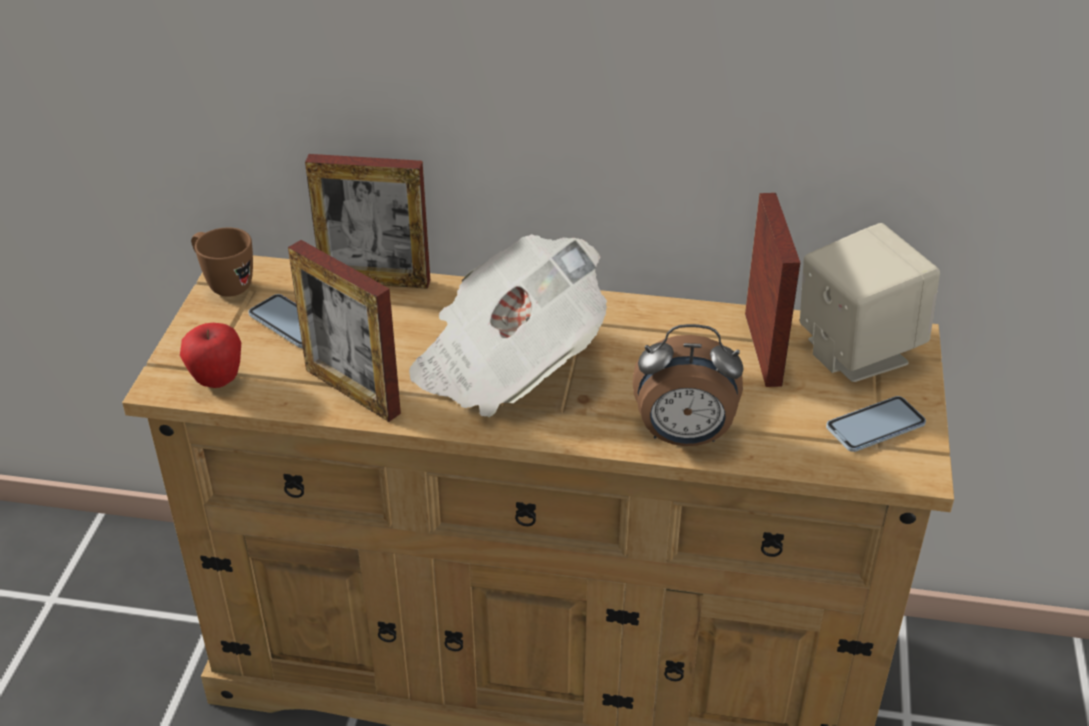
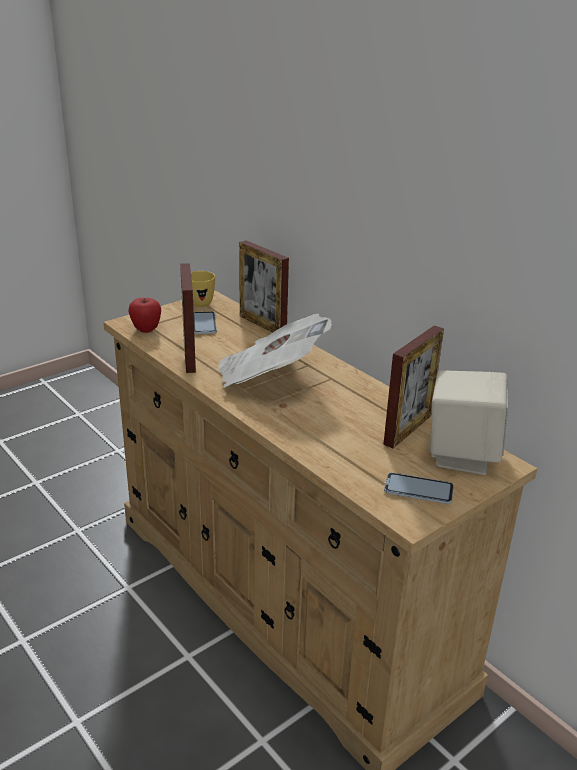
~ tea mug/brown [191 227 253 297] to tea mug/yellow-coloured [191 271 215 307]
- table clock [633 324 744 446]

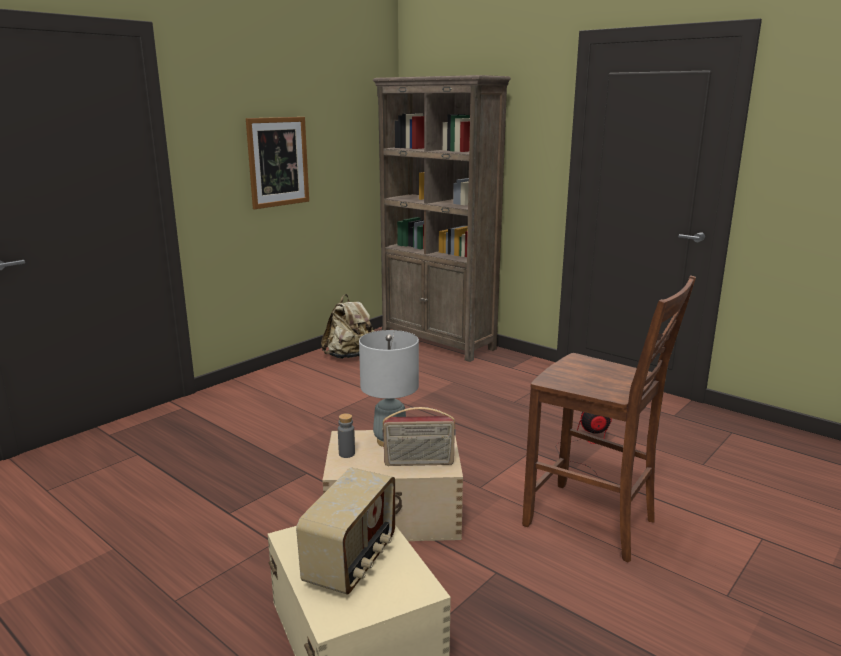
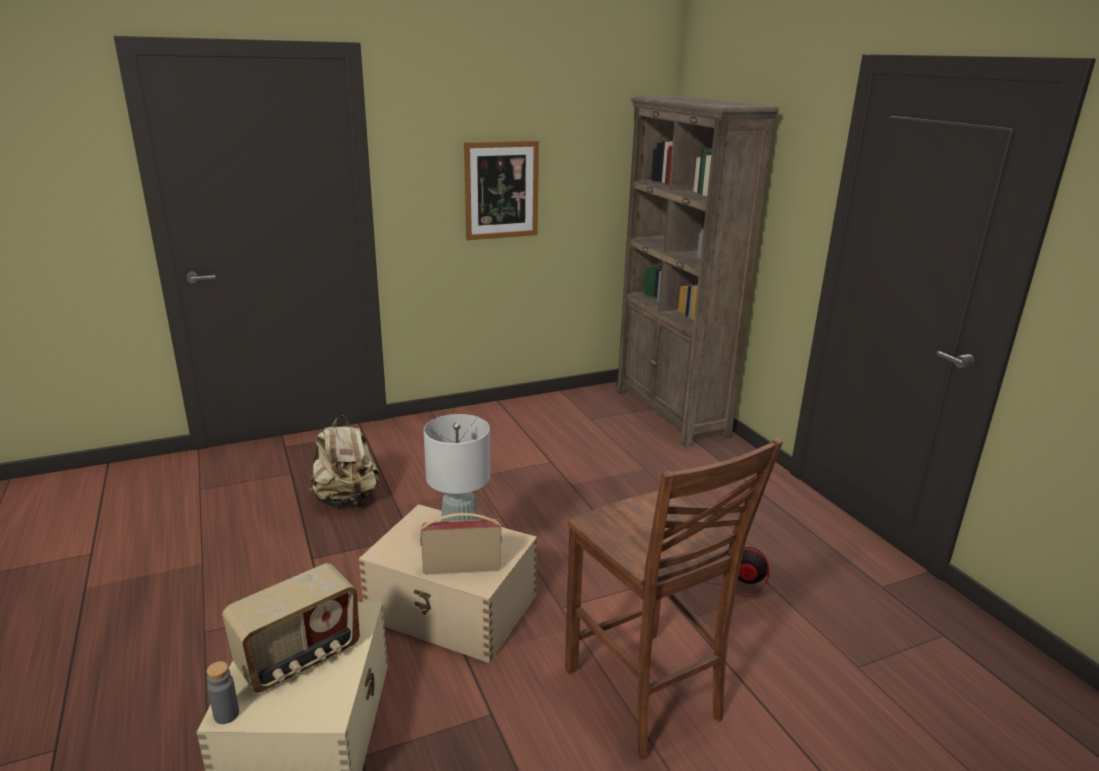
~ backpack/sand-coloured [321 294 375 359] to [307 415 380 507]
~ drink bottle/grey [338 413 355 458] to [207 661 239 724]
~ radio set [382 407 456 466] = [420 513 502 575] 150 degrees clockwise

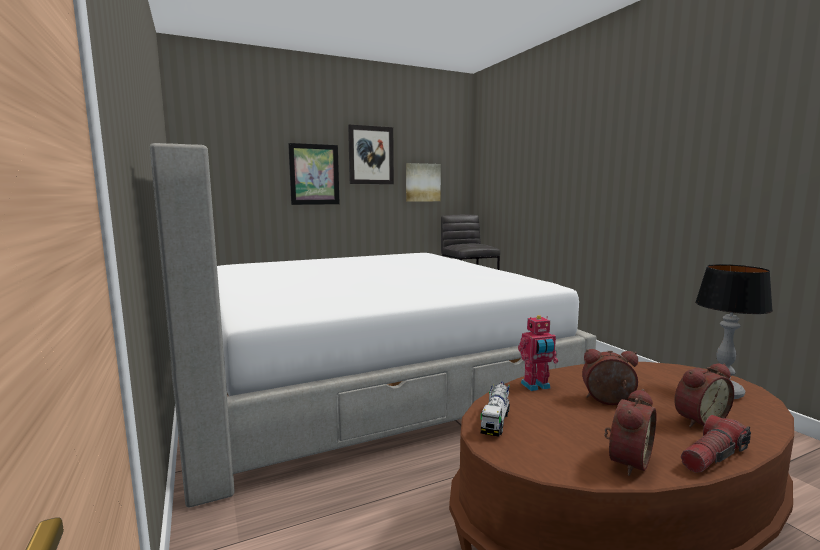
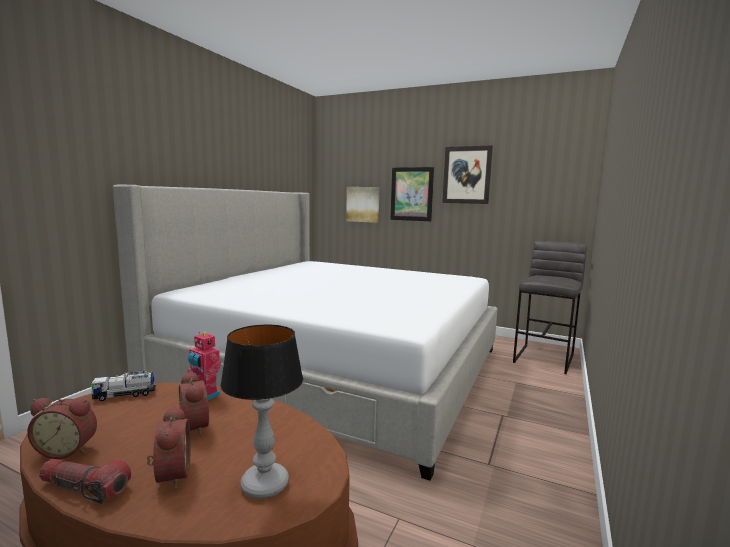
~ picture [406 163 441 202] to [346 187 380 223]
~ table clock [674 363 734 428] = [147 406 191 489] 135 degrees counterclockwise

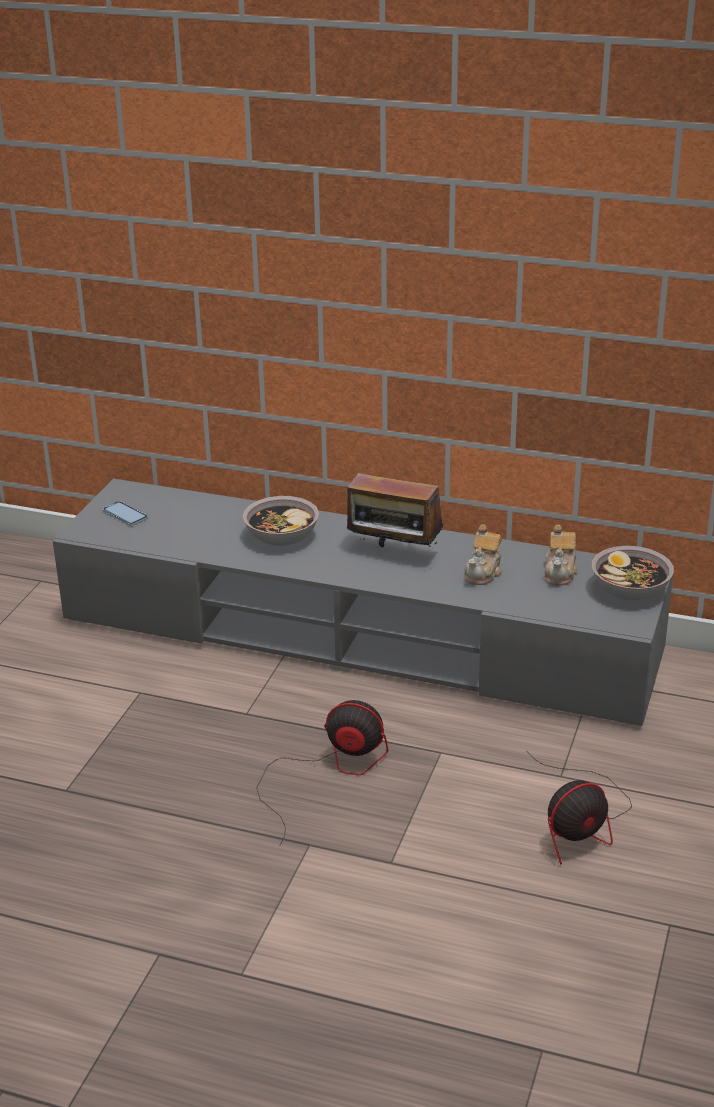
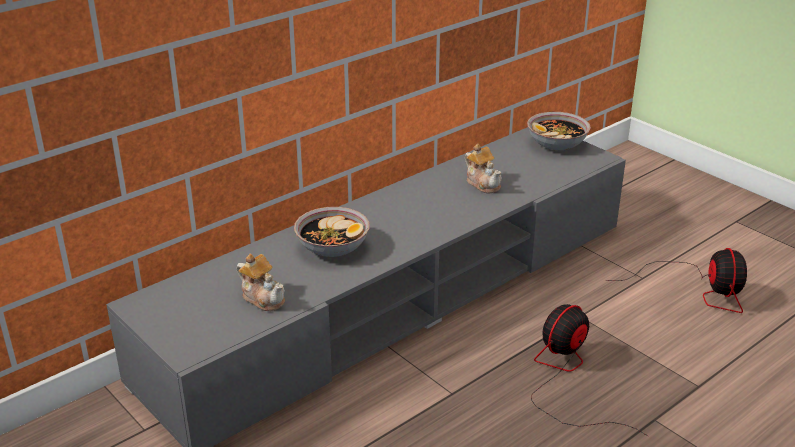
- telephone [103 501 148 526]
- radio set [347 468 443 547]
~ tea pot [544 525 578 586] to [237 254 285 311]

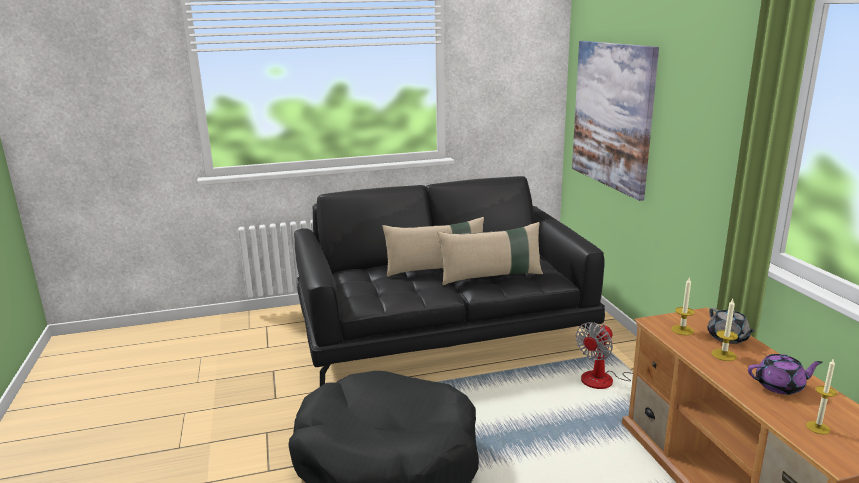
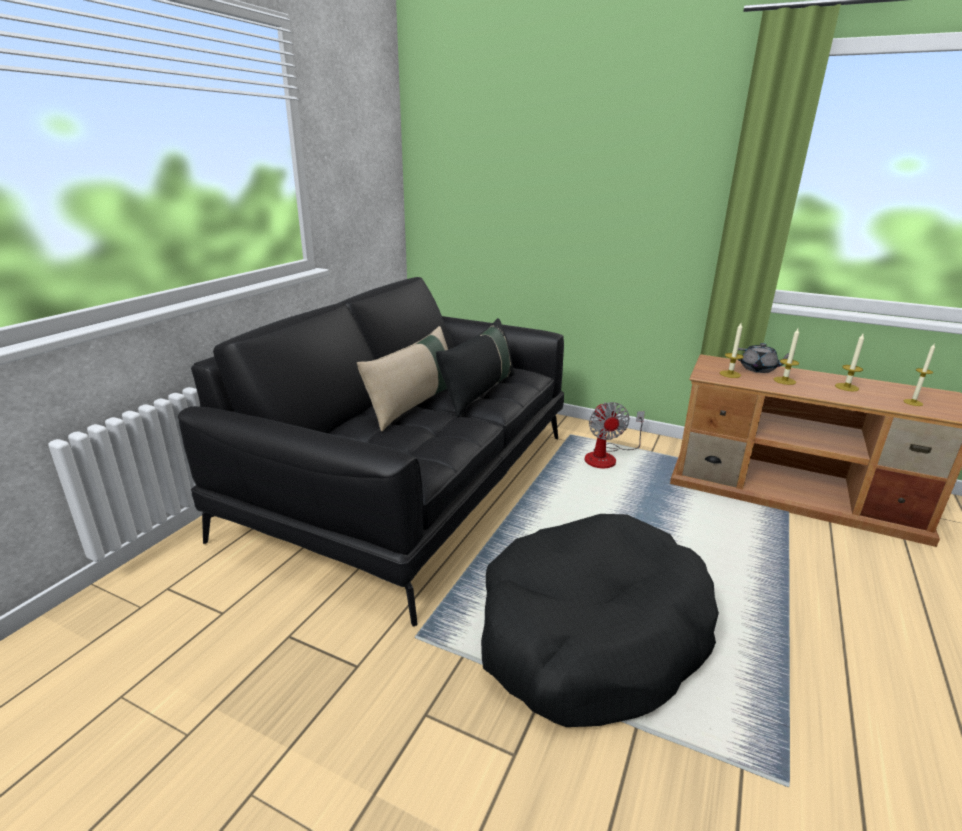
~ cushion/sand-coloured [437 222 543 285] to cushion/black [436 318 514 417]
- picture [572 41 659 201]
~ tea pot/purplish [748 354 823 395] to candle [835 334 864 391]

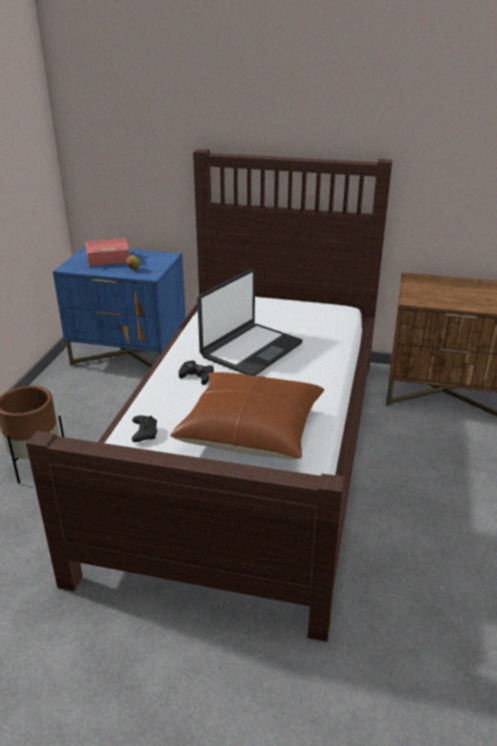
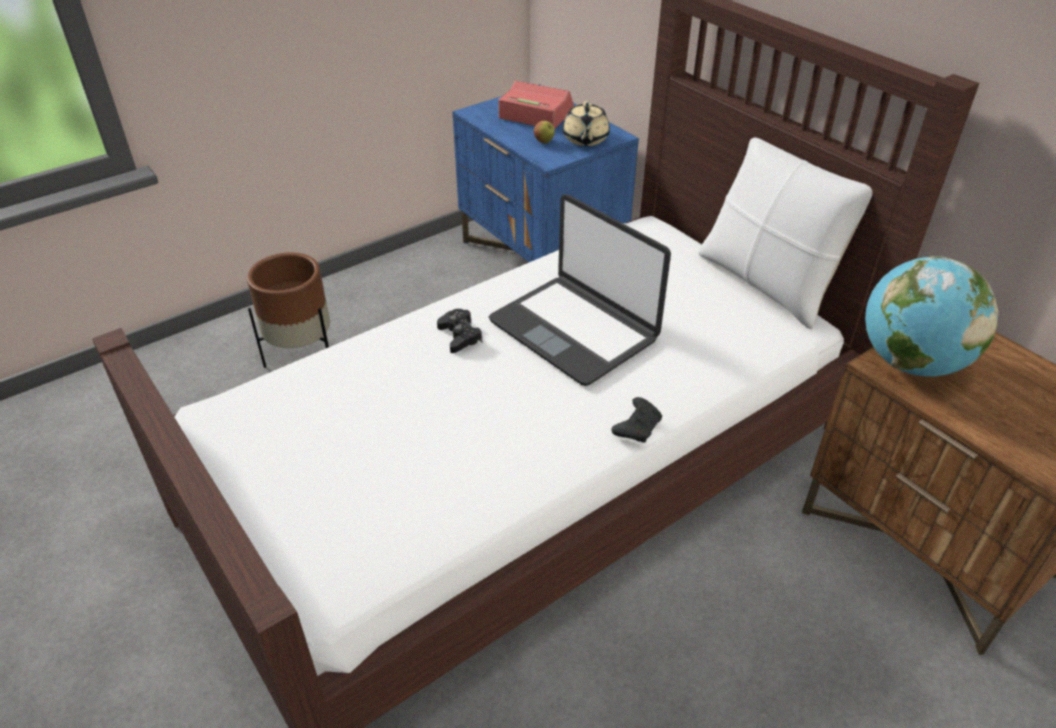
~ gamepad/black [132 415 157 442] to [611 397 662 443]
- cushion/brown [170 372 324 460]
~ notebook computer [197 269 303 376] = [489 194 671 386] 60 degrees clockwise
+ tea pot/sand-coloured [562 101 610 146]
+ cushion/white [698 138 872 329]
+ world globe [865 256 998 377]

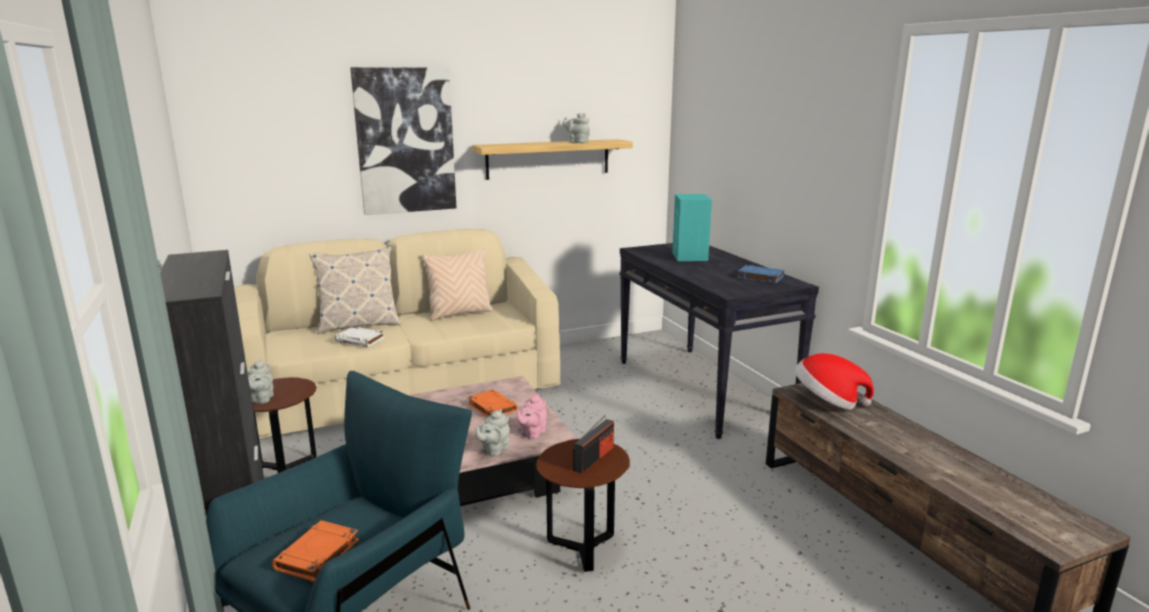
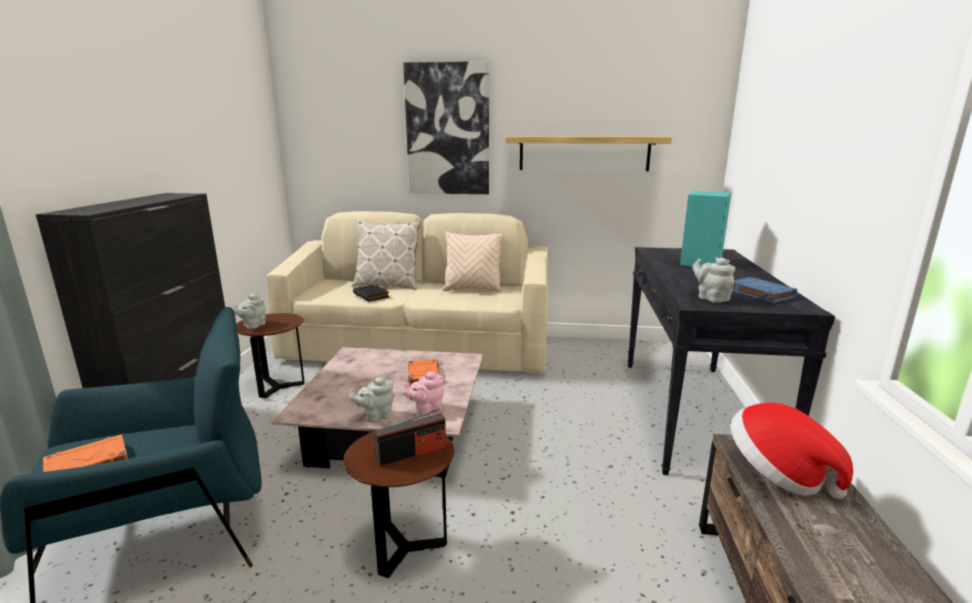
~ book/white [335 327 385 347] to book/black [353 284 390 302]
~ tea pot/grey [562 113 590 143] to [693 257 735 303]

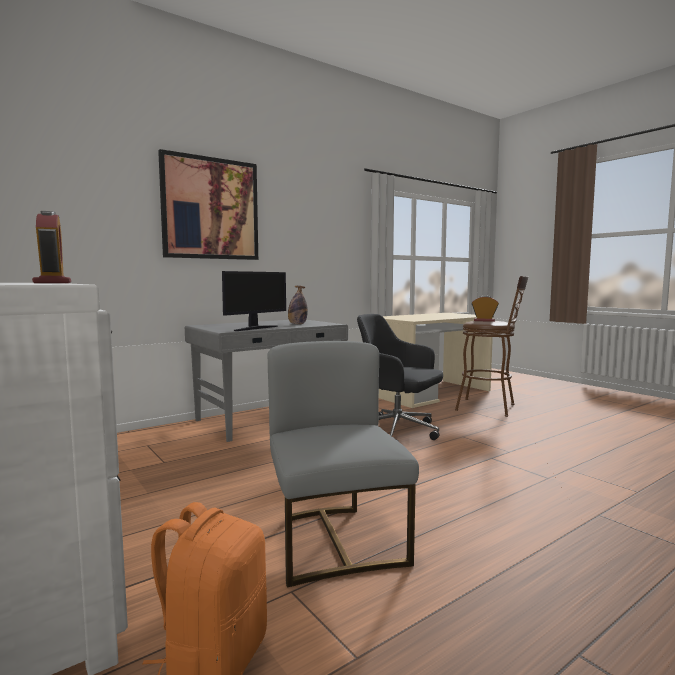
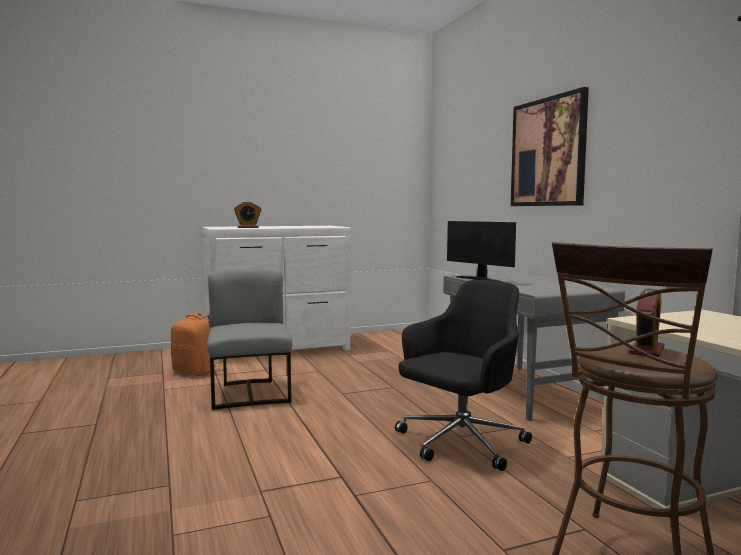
~ plain chair/grey [267 341 419 587] = [207 269 293 410] 105 degrees counterclockwise
- drink bottle [288 286 308 324]

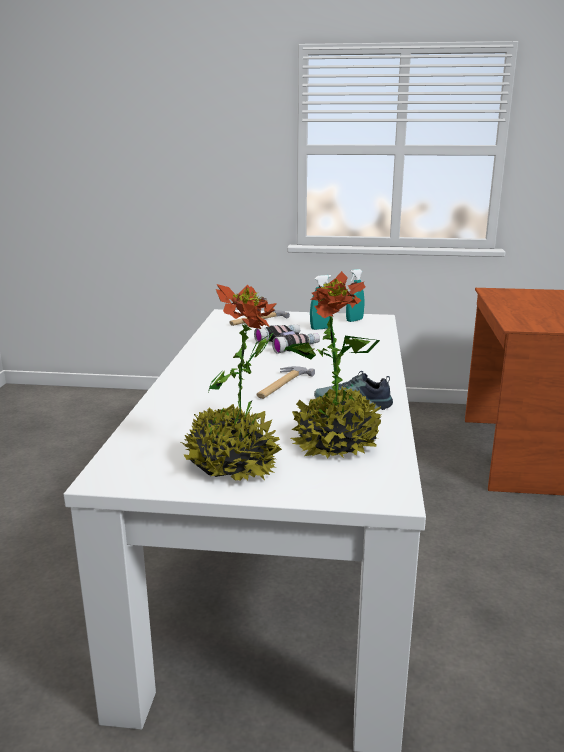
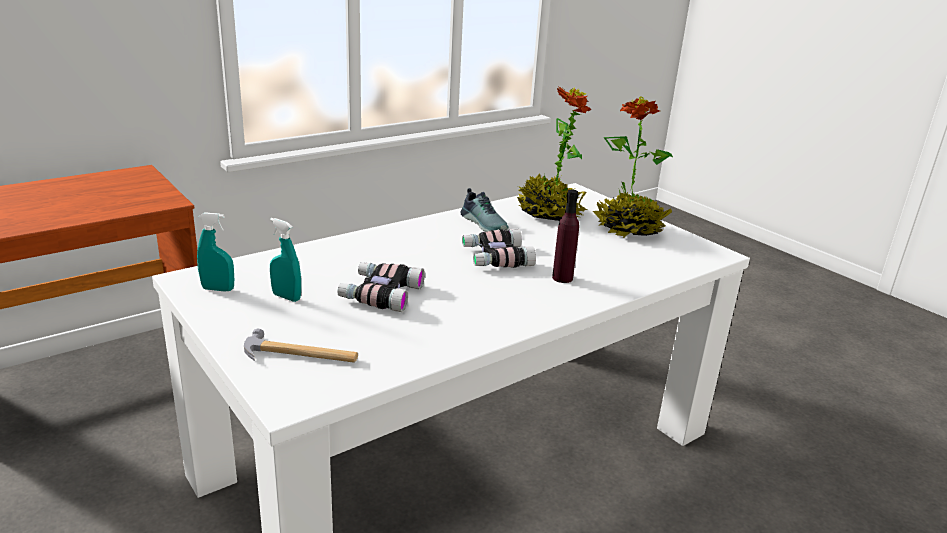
~ tool hammer [257 366 315 399] to field glasses [462 229 536 268]
+ drink bottle/purplish [552 190 579 283]

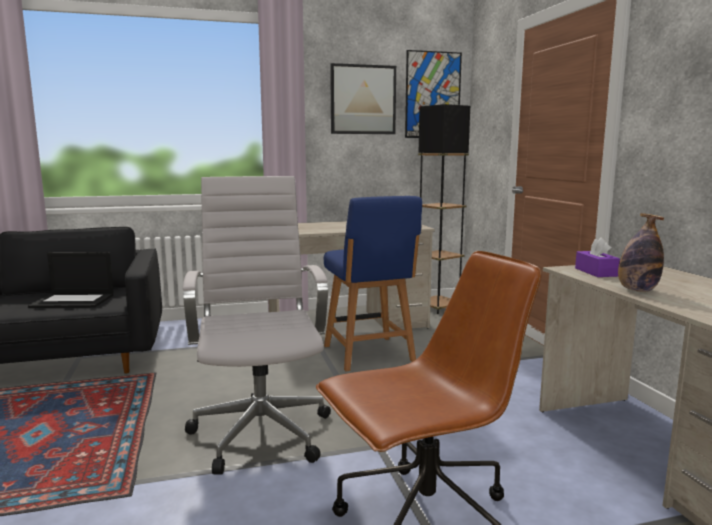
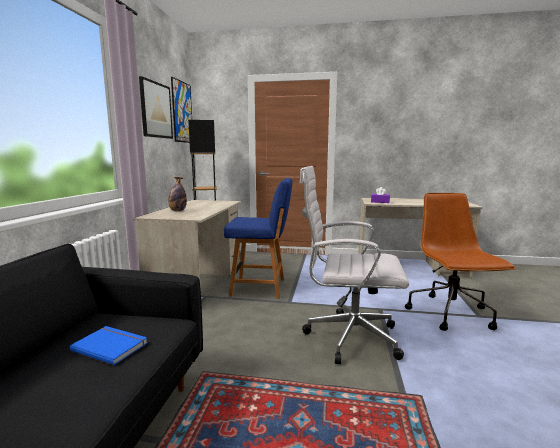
~ notebook computer [28 252 114 308] to book/bluish [70 326 147 365]
~ drink bottle [618 213 664 292] to [168 177 187 211]

